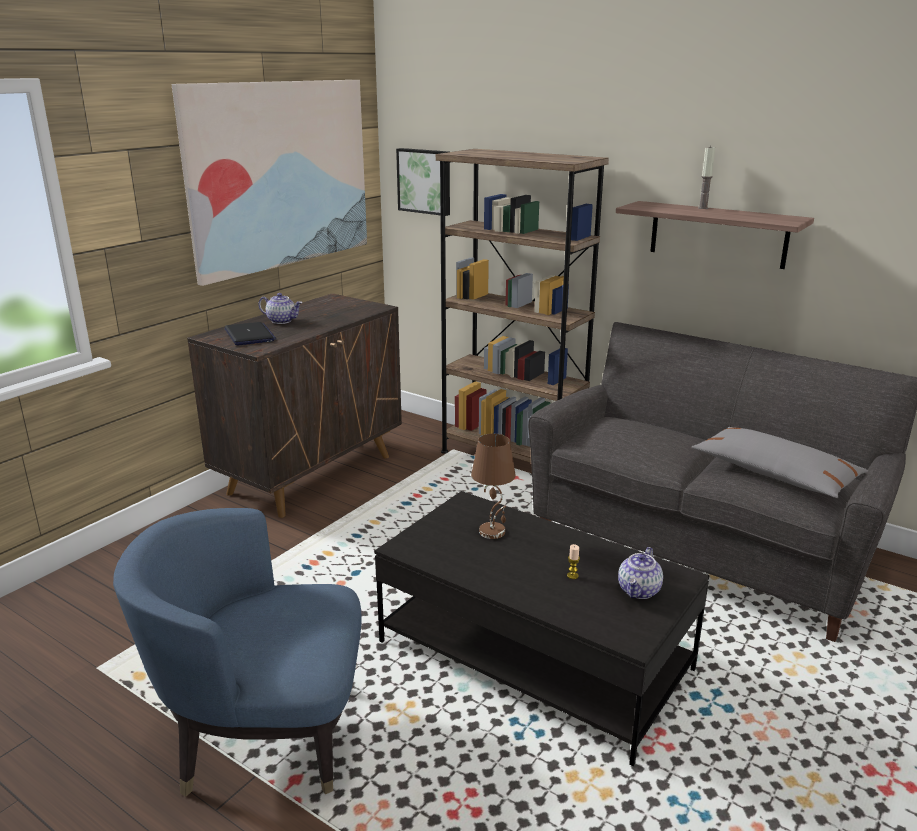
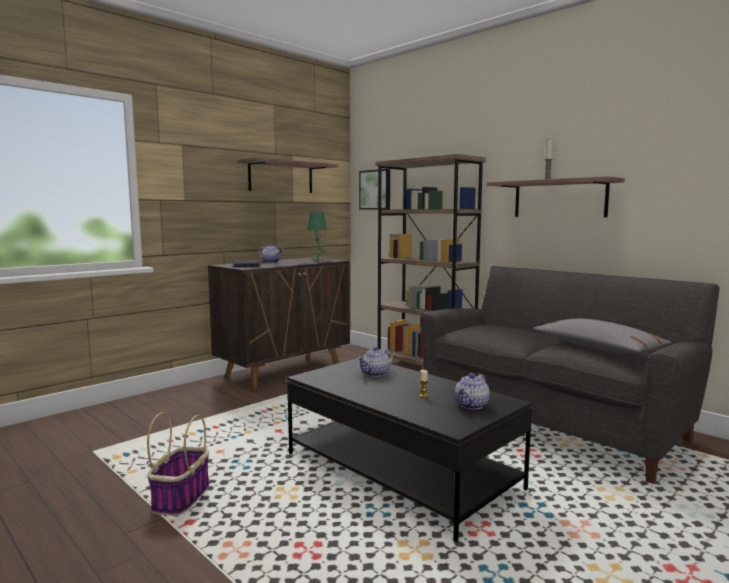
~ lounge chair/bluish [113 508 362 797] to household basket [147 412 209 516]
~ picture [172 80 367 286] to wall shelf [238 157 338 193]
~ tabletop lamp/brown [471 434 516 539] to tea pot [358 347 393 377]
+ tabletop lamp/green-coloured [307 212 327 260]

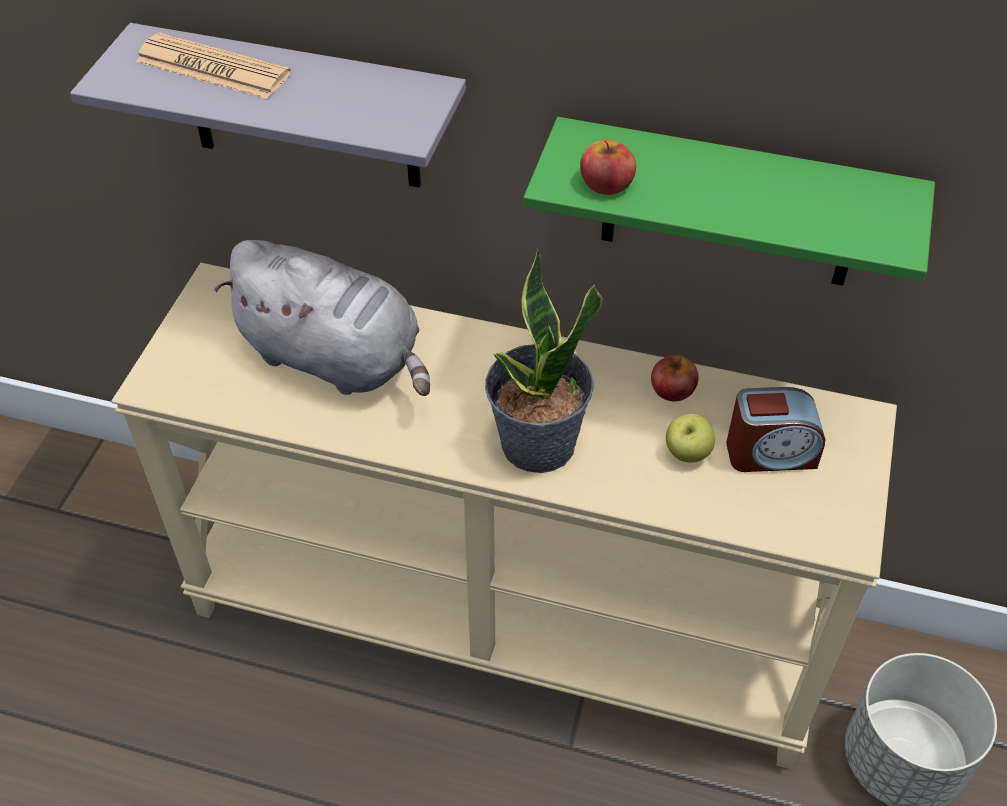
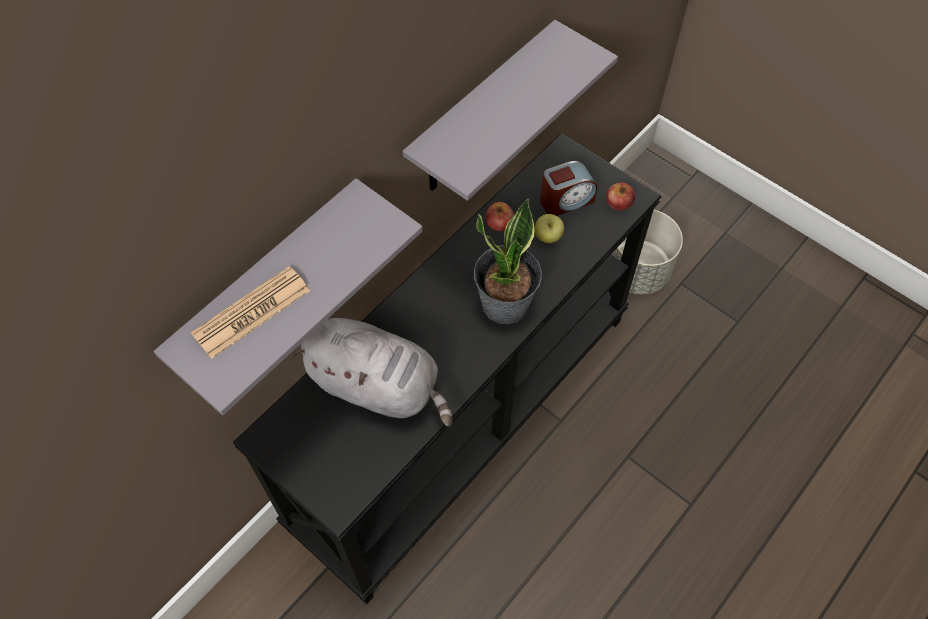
~ console table/sand-coloured [111 263 897 769] to console table/black [233 133 662 605]
~ plush toy/grey [214 240 430 396] = [292 318 453 427] 60 degrees clockwise
~ wall shelf/green-coloured [523 117 935 286] to wall shelf/grey [403 20 618 201]
~ apple fruit [580 140 636 195] to [606 183 635 210]
~ table clock [726 387 825 472] = [540 161 597 216] 45 degrees clockwise

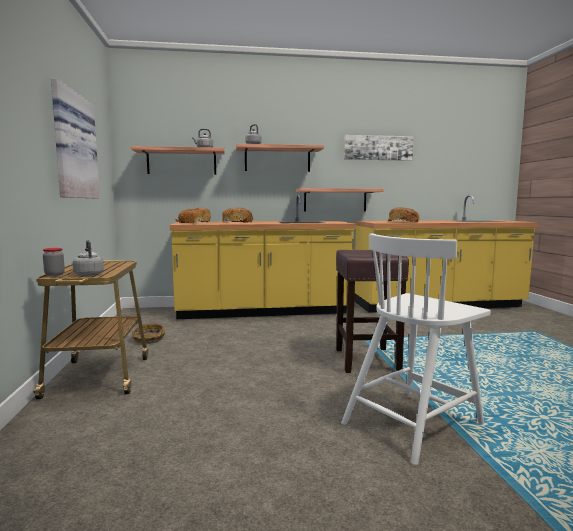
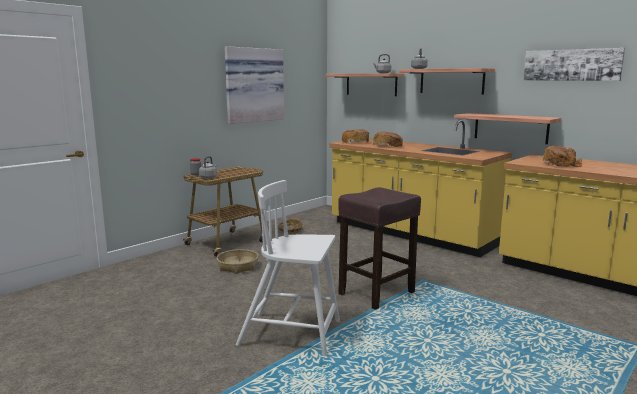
+ household basket [217 249 259 274]

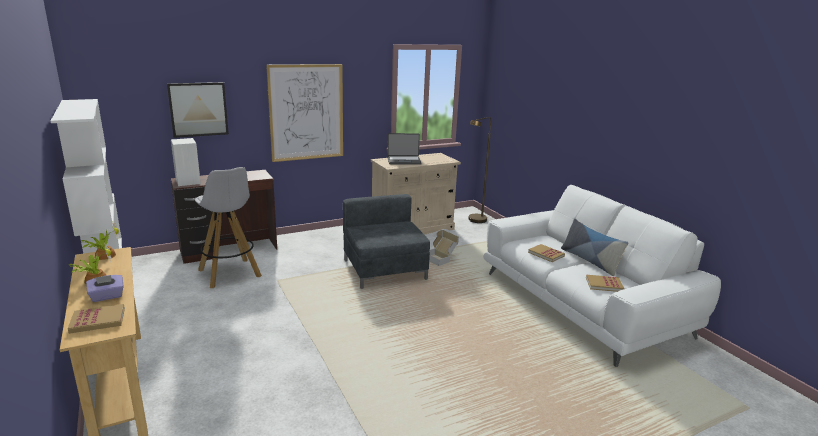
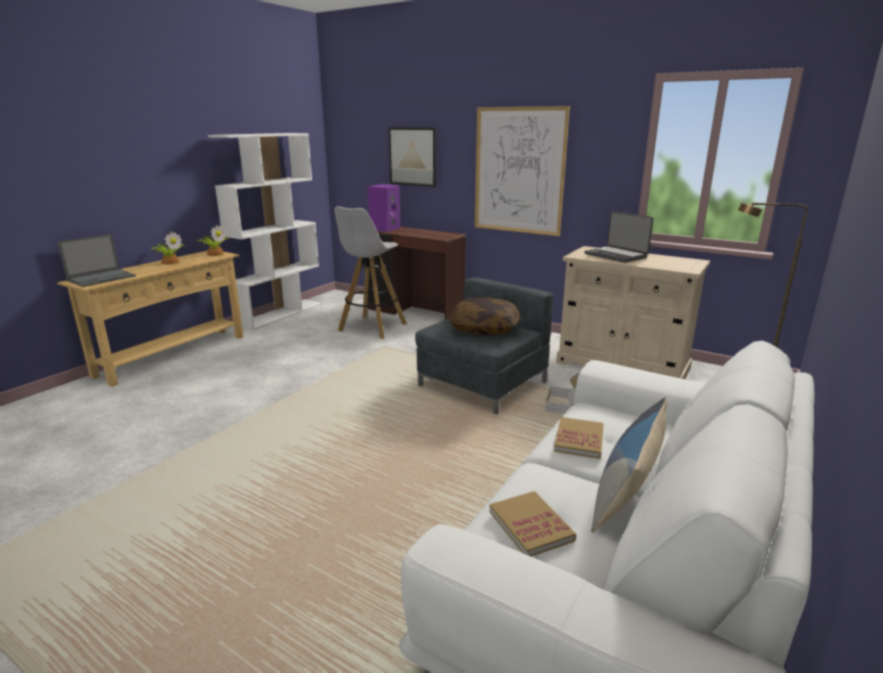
~ book [68 304 125 334] to notebook computer [57 234 136 287]
- box of tissues/purplish [86 275 124 302]
~ audio speaker/white [171 138 201 186] to audio speaker/purplish [368 184 400 232]
+ cushion [449 298 520 335]

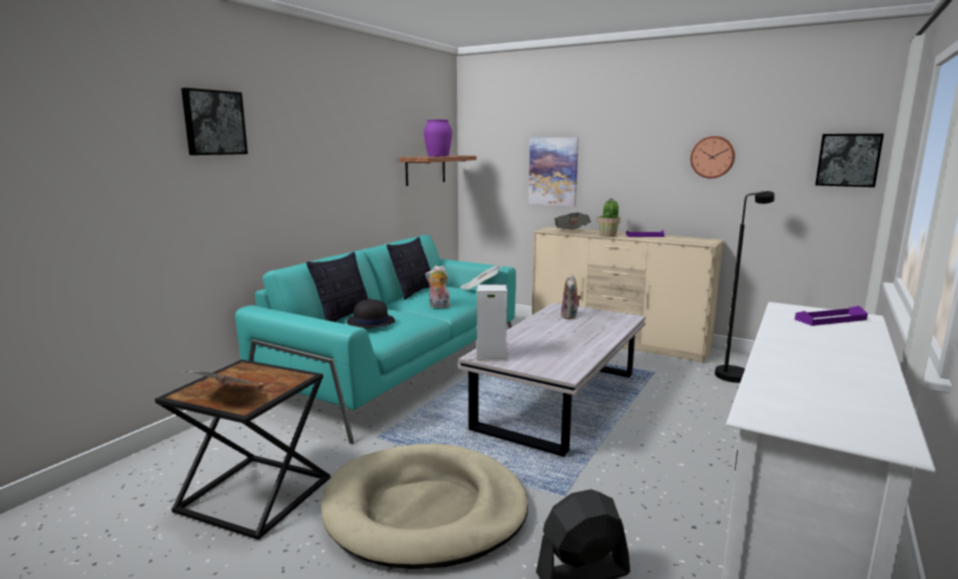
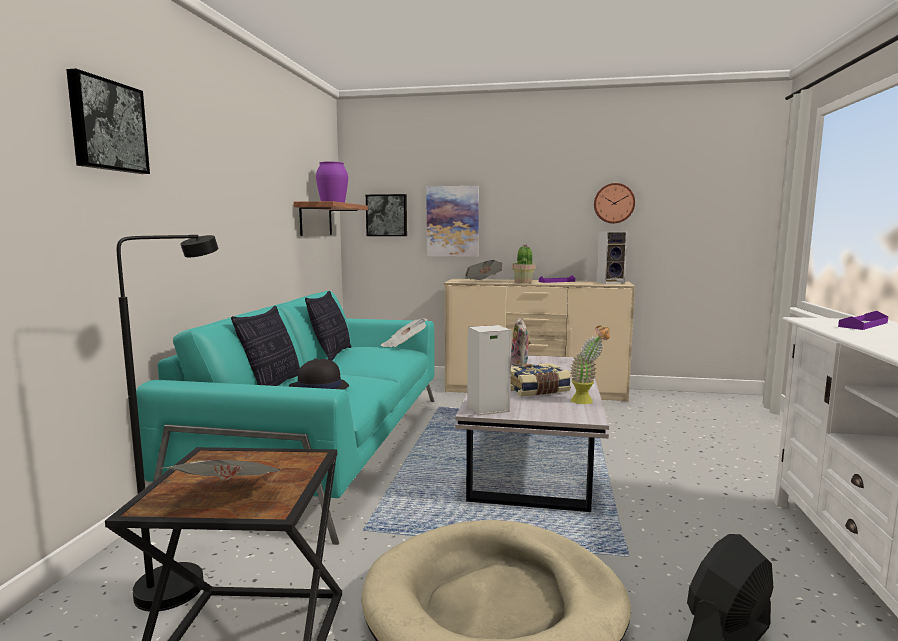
- plush toy [425 266 450 308]
~ floor lamp/black [715 191 775 383] to [117 235 218 612]
~ picture [815 134 884 187] to [366 194 407 236]
+ book [510 363 571 397]
+ plant in a pot [570 326 610 404]
+ audio speaker [596 231 627 284]

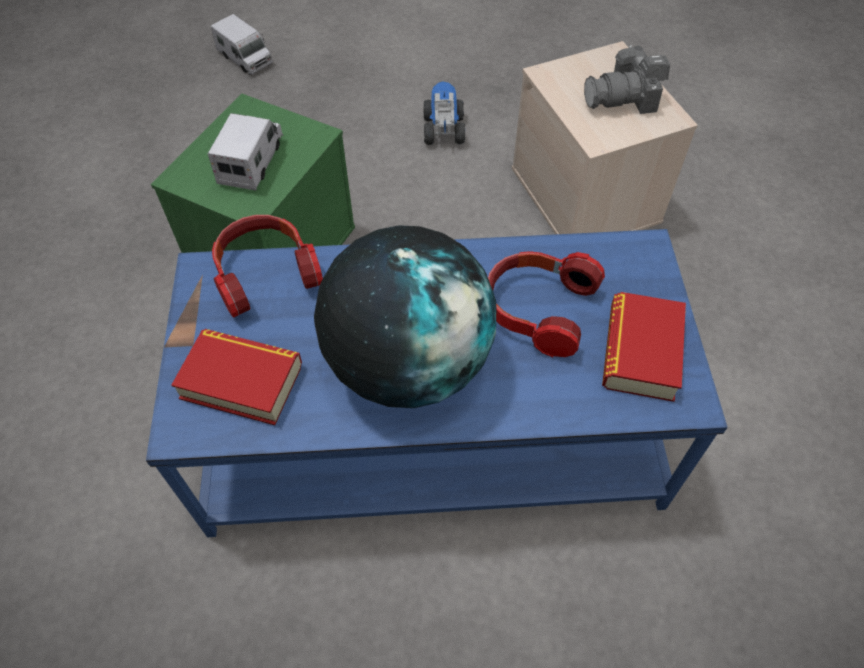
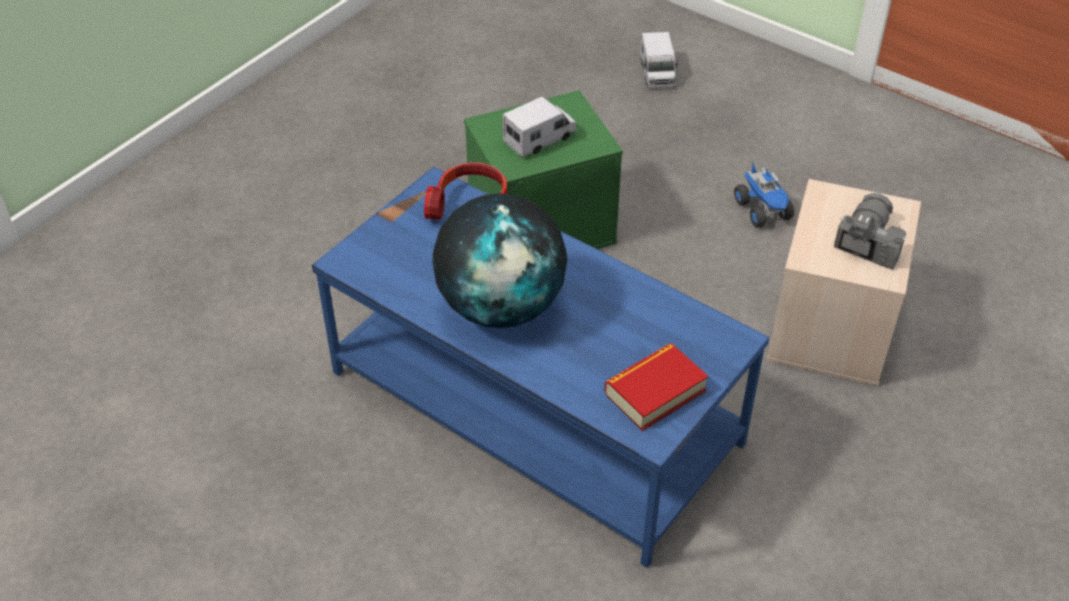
- book [171 329 302 425]
~ model truck [424 81 465 145] = [734 161 795 227] 120 degrees clockwise
- headset [488 251 605 357]
~ photo camera [584 45 670 114] = [834 193 906 270] 90 degrees clockwise

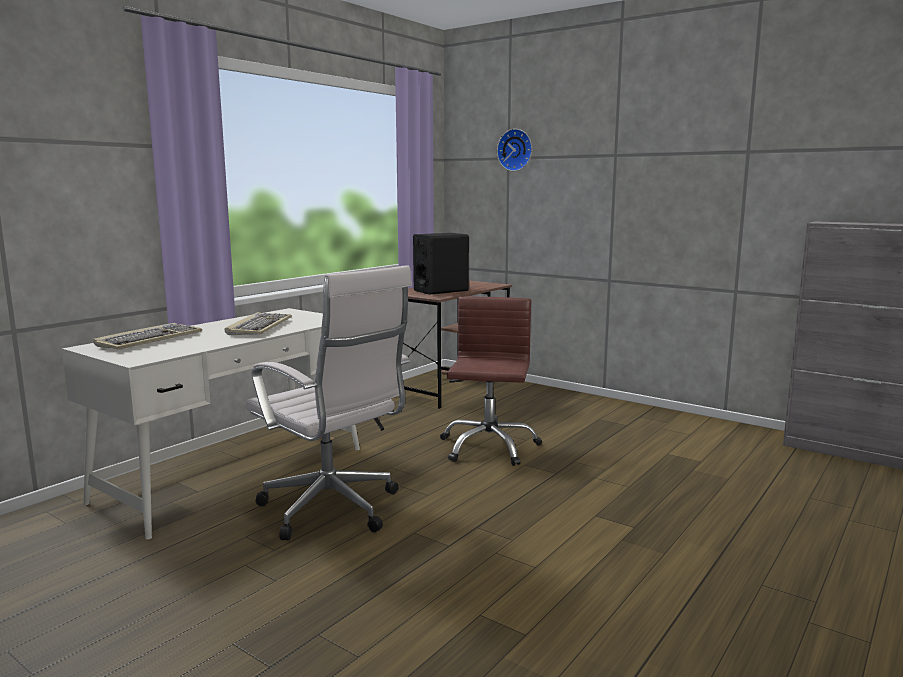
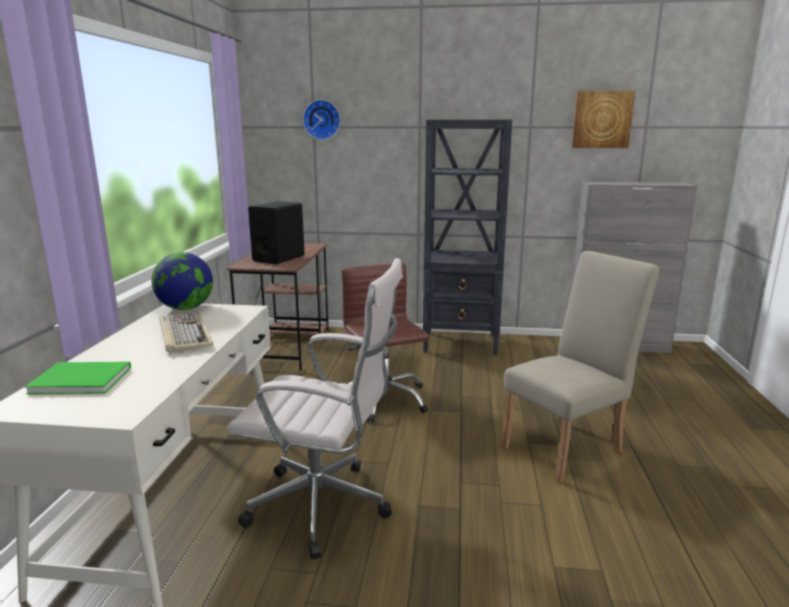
~ keyboard [93 323 202 349] to book/green-coloured [25 362 131 394]
+ world globe [152 252 213 310]
+ shelving unit/black [423 120 512 355]
+ plain chair/sand-coloured [501 251 659 483]
+ picture [572 90 635 148]

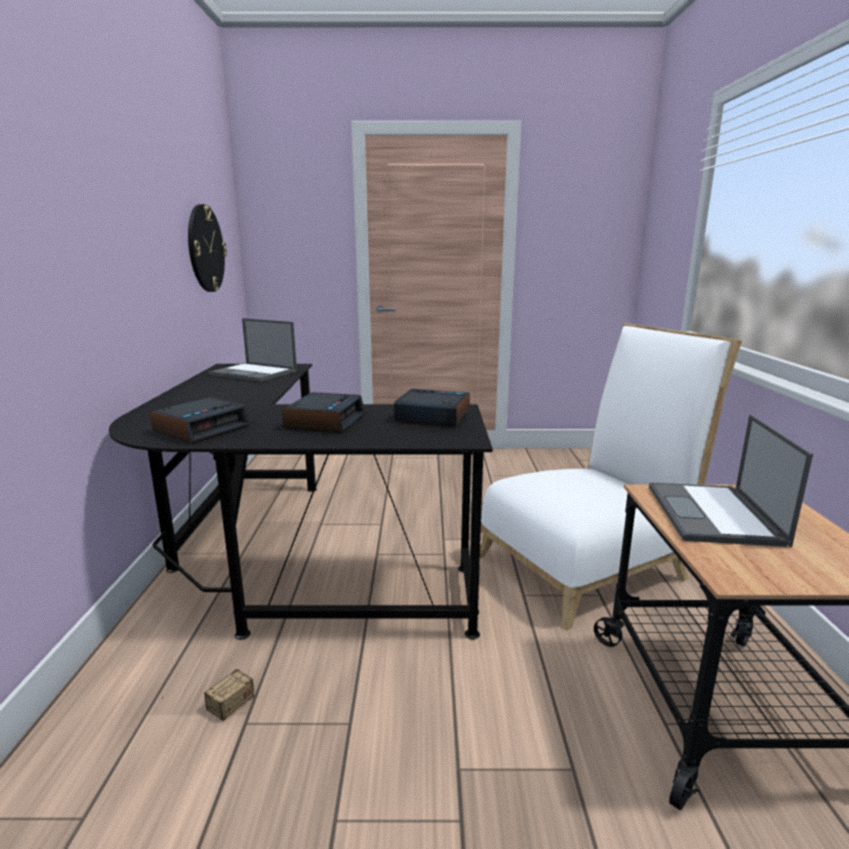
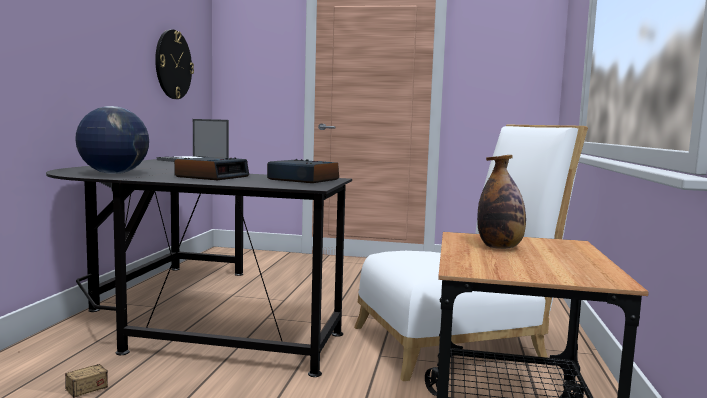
~ table clock [150 397 250 443] to world globe [75 106 149 174]
~ notebook computer [649 414 813 547] to drink bottle [477 155 526 249]

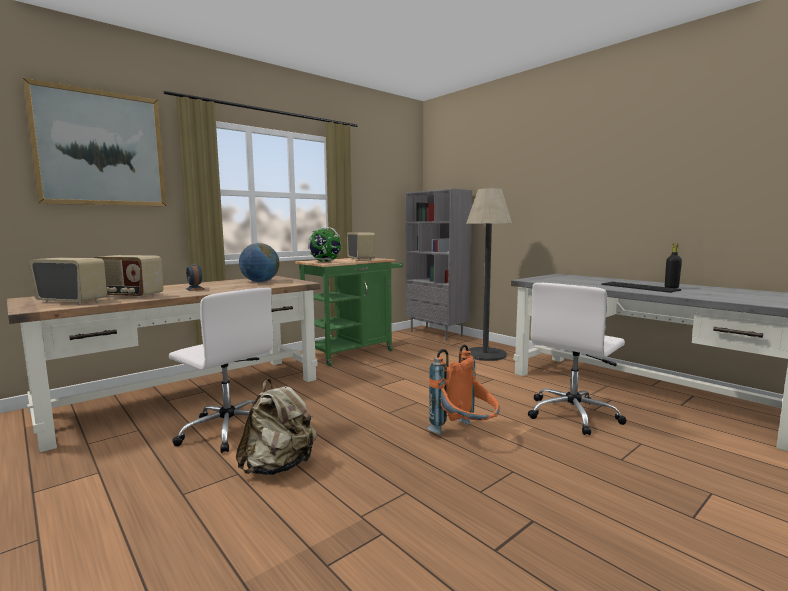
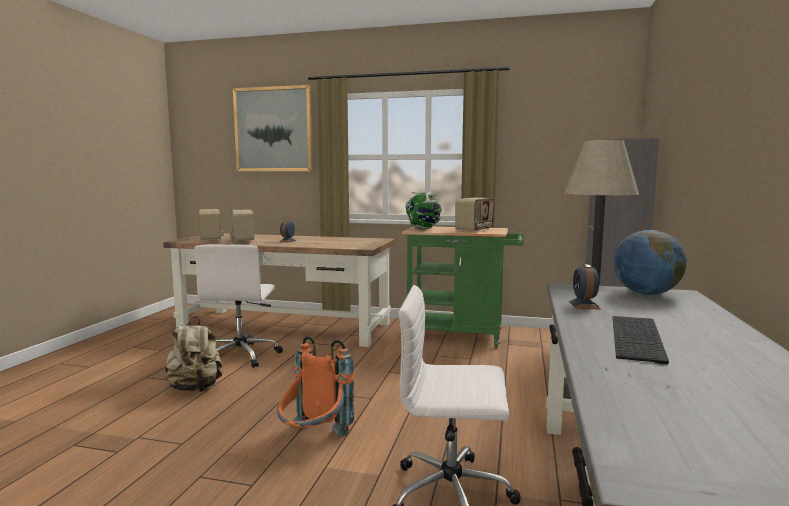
~ world globe [239 243 279 282] to [614 230 687 295]
- drink bottle/black [665 243 682 288]
+ table clock [569 264 601 309]

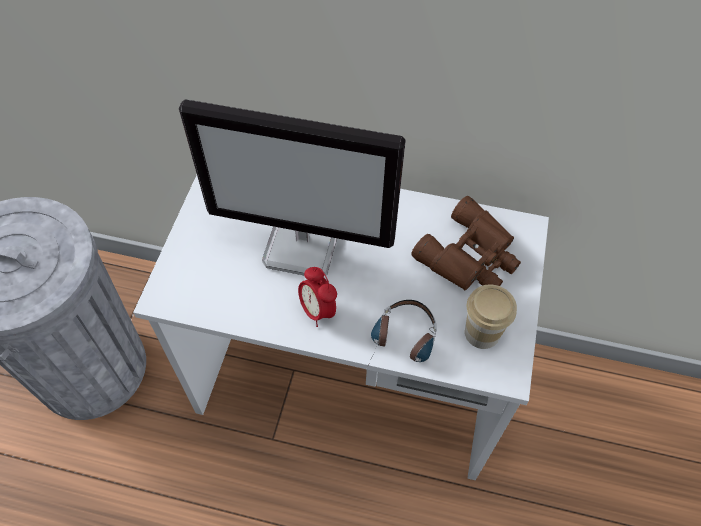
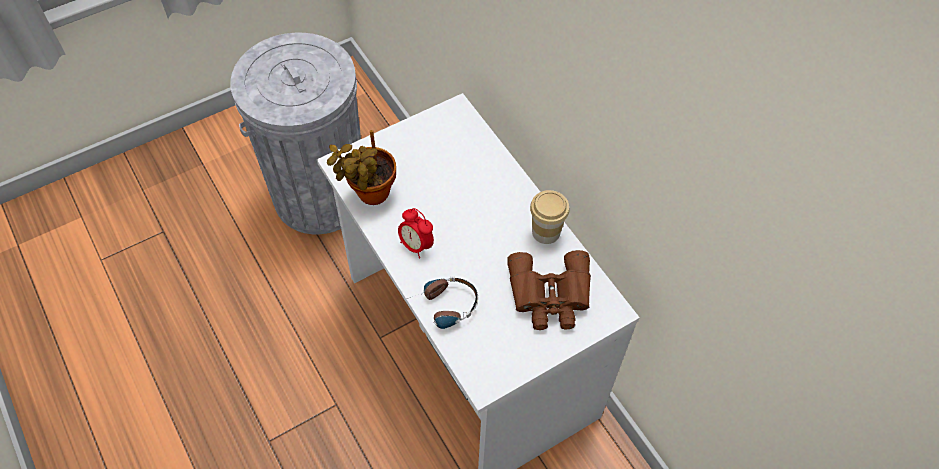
- monitor [179 99 406 277]
~ table clock [298 267 337 327] = [398 208 434 259] 60 degrees counterclockwise
~ cup [465 284 517 349] to [530 190 570 244]
+ plant in a pot [327 130 396 205]

